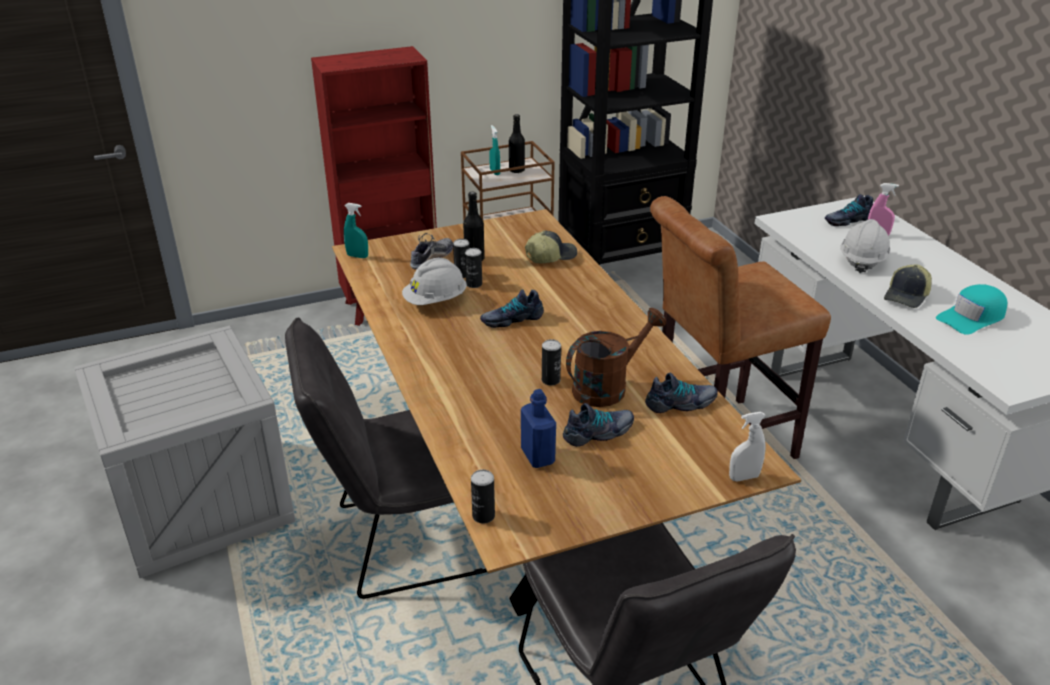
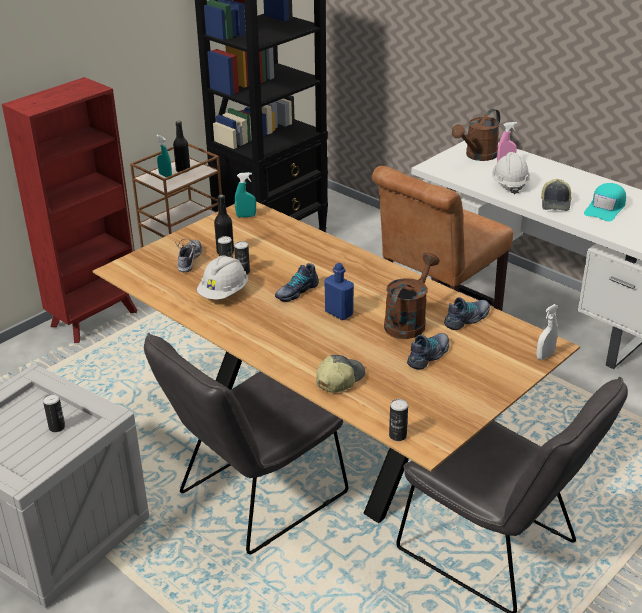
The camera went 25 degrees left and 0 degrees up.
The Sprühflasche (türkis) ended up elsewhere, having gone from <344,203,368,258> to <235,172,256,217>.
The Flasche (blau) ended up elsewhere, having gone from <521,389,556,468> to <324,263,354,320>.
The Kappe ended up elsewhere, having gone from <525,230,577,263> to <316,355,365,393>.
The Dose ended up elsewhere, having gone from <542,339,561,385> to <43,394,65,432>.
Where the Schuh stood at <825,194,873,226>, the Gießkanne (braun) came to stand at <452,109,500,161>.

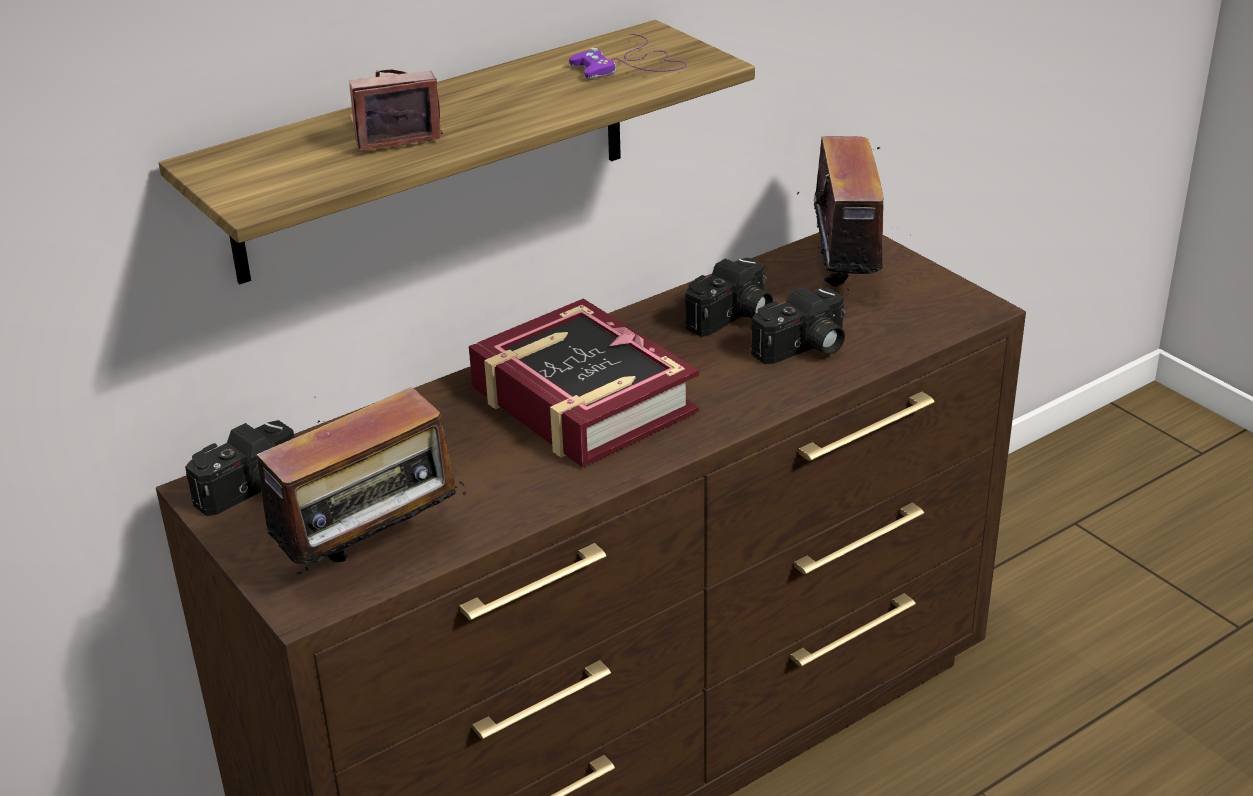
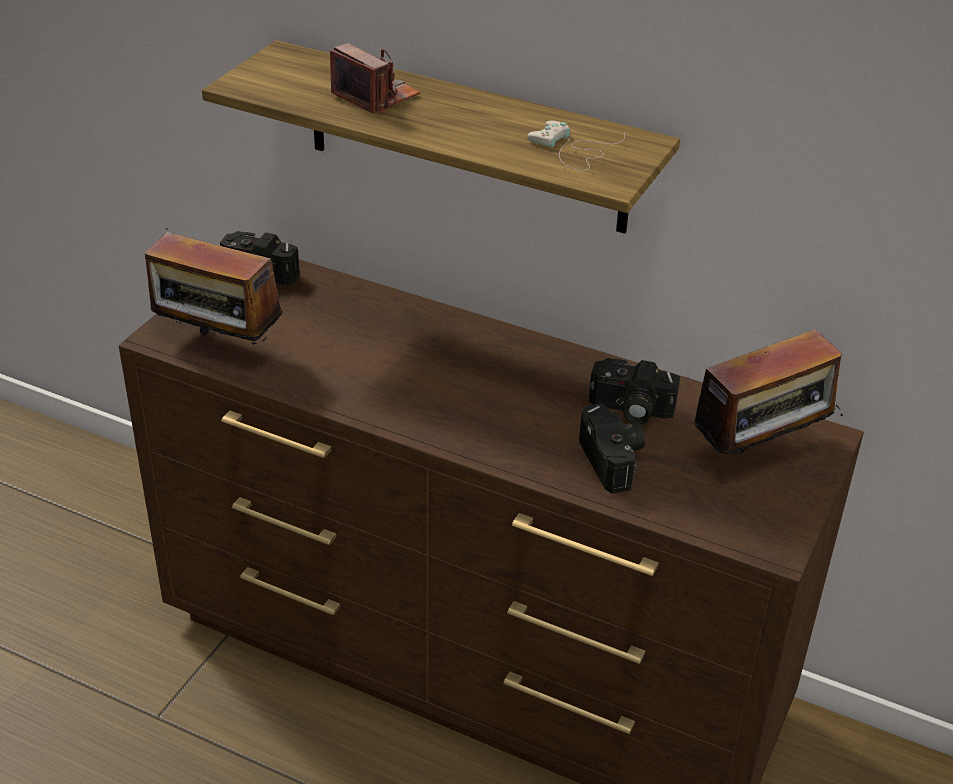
The camera went 60 degrees right and 5 degrees up.
The second view lost the Buch at <469,299,699,467>.
What was the Gamepad (lila) at <569,34,687,79> turned into the Gamepad (weiß) at <528,121,625,171>.
The Kamera at <751,287,845,364> ended up facing another way, 135 degrees counterclockwise from before.

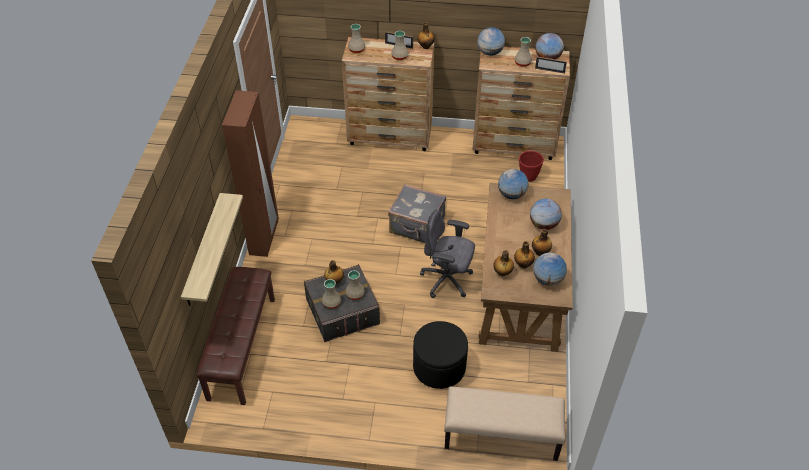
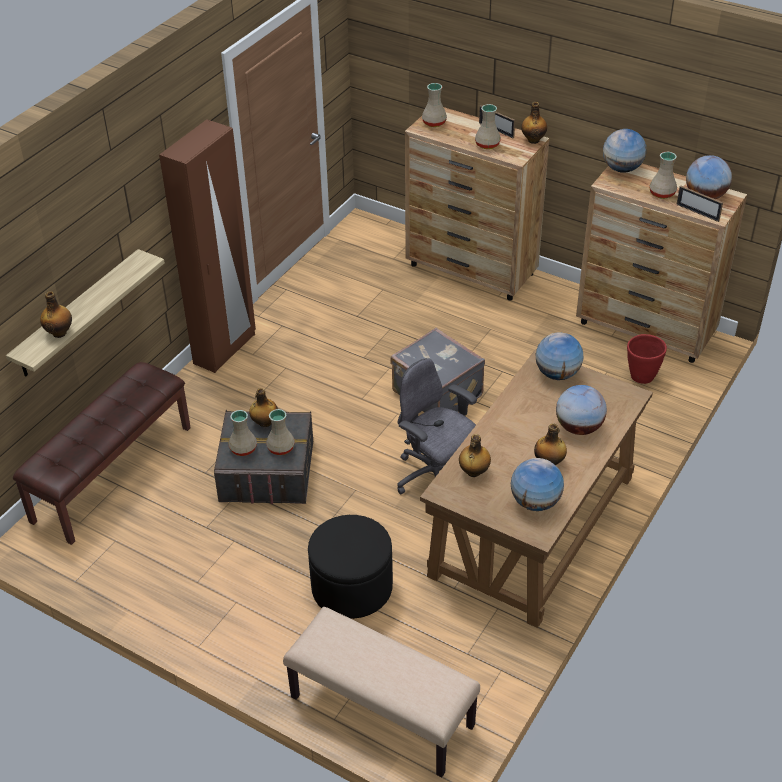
The camera went 25 degrees right and 5 degrees down.
The Flasche ended up elsewhere, having gone from <514,241,535,268> to <40,291,72,338>.

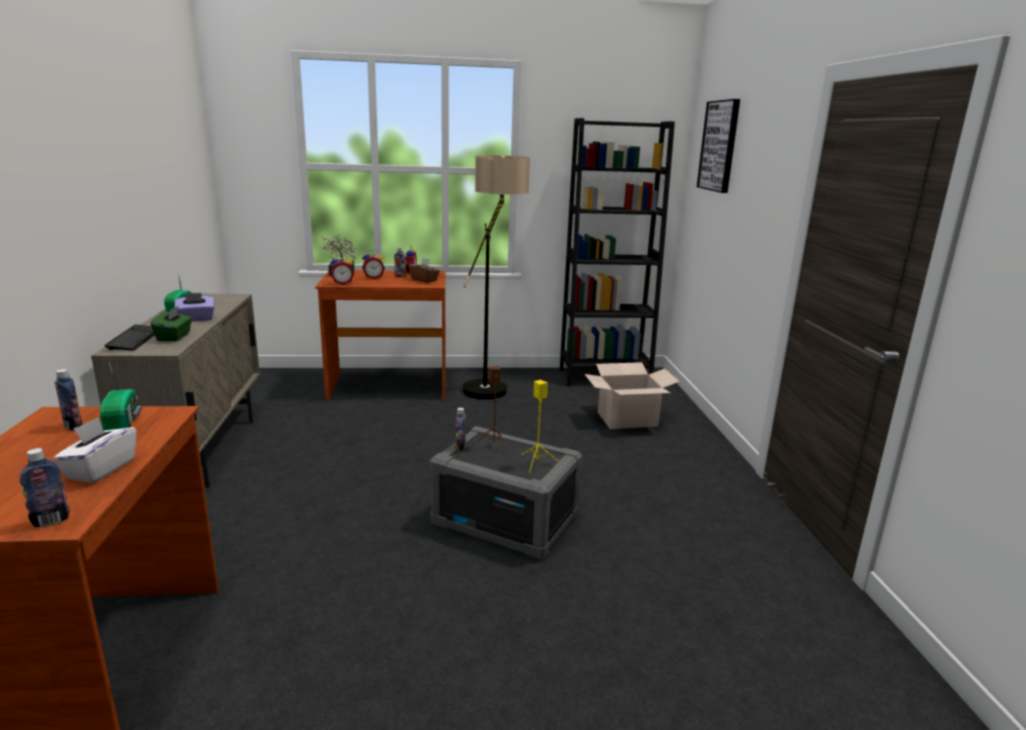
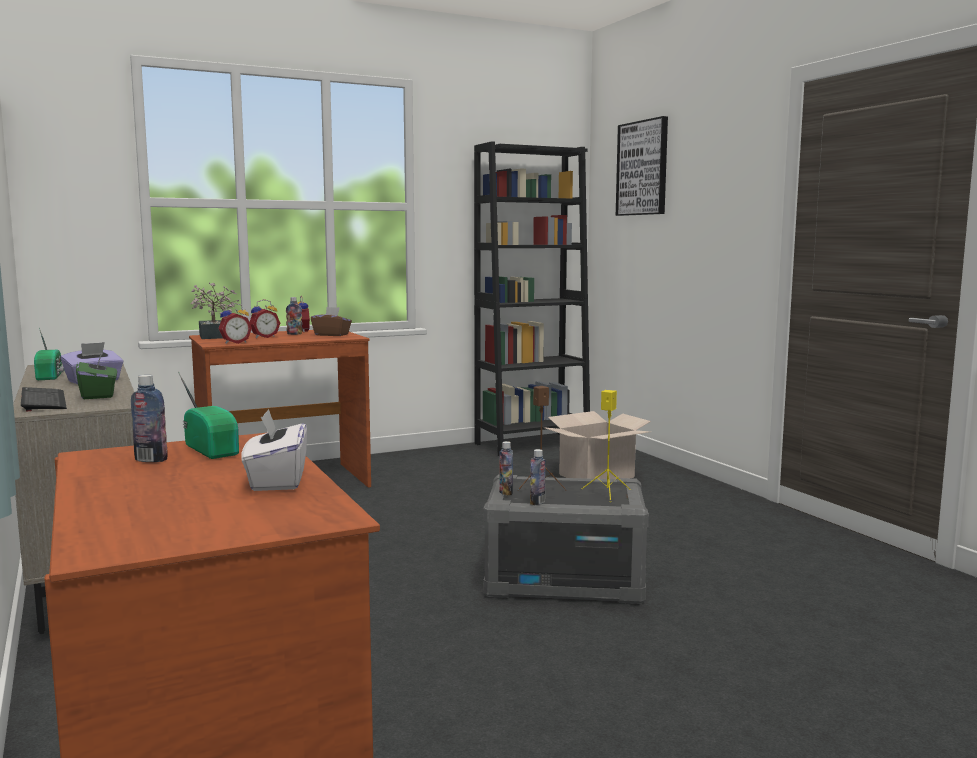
The camera went 20 degrees left and 10 degrees down.
The second view lost the Stehlampe at <463,155,530,399>.
The Flasche ended up elsewhere, having gone from <20,448,70,527> to <530,449,546,505>.

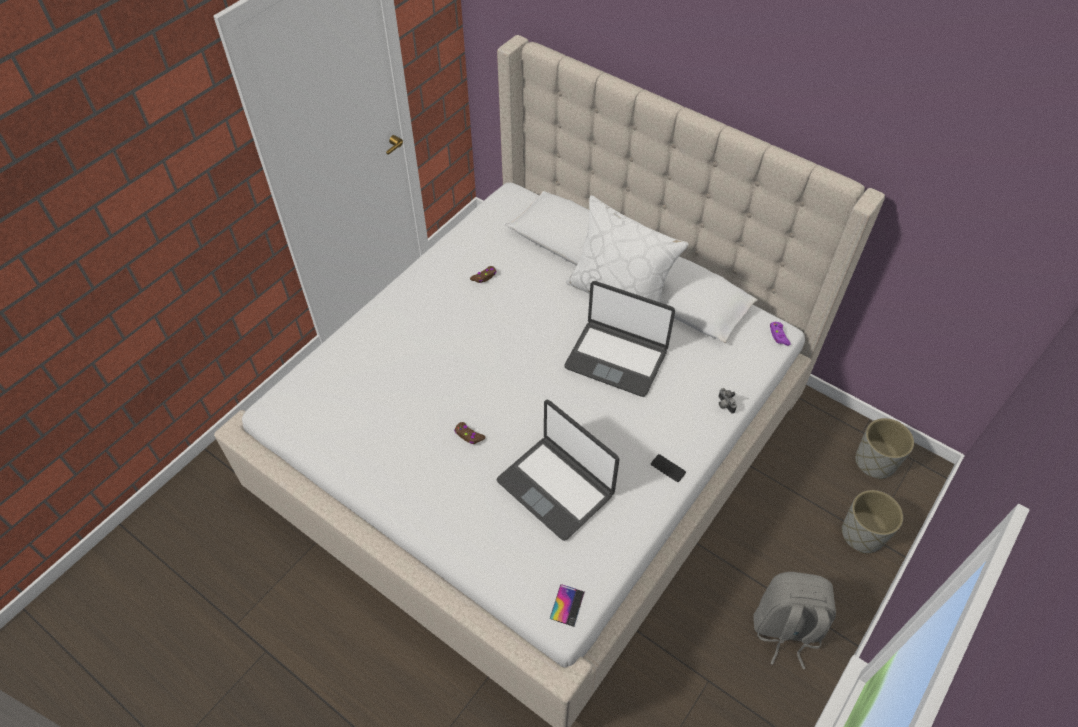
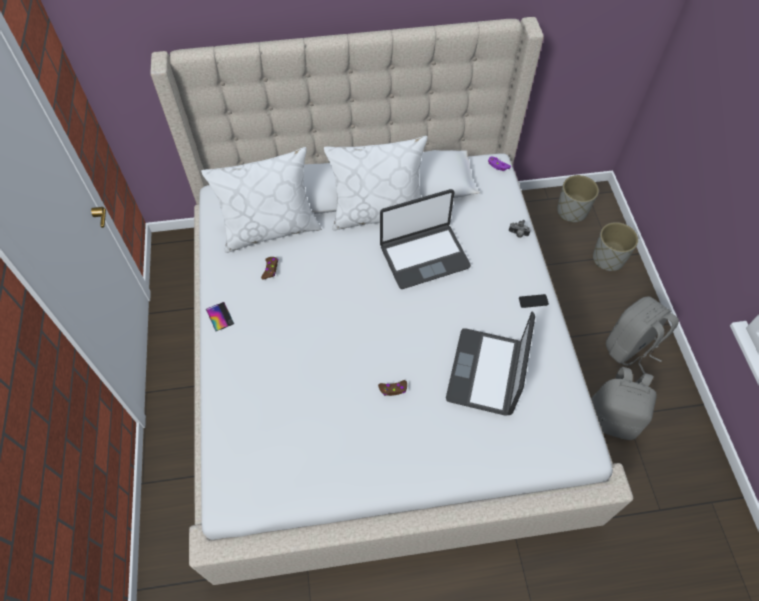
The camera went 45 degrees left and 5 degrees up.
The second view gained the Kissen (weiß) at <201,147,321,253>.
The second view gained the Rucksack (grau) at <591,367,657,440>.
The Handy ended up elsewhere, having gone from <550,584,585,627> to <206,302,234,331>.
The Laptop at <497,400,620,541> ended up facing another way, 105 degrees clockwise from before.

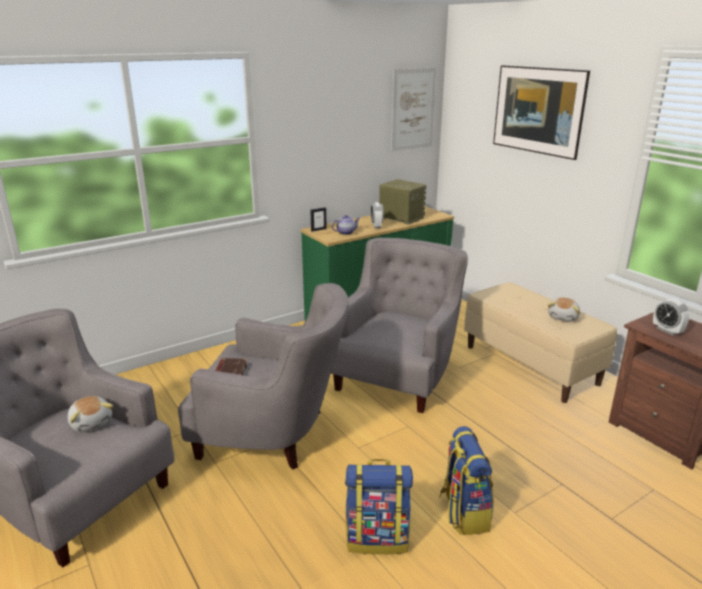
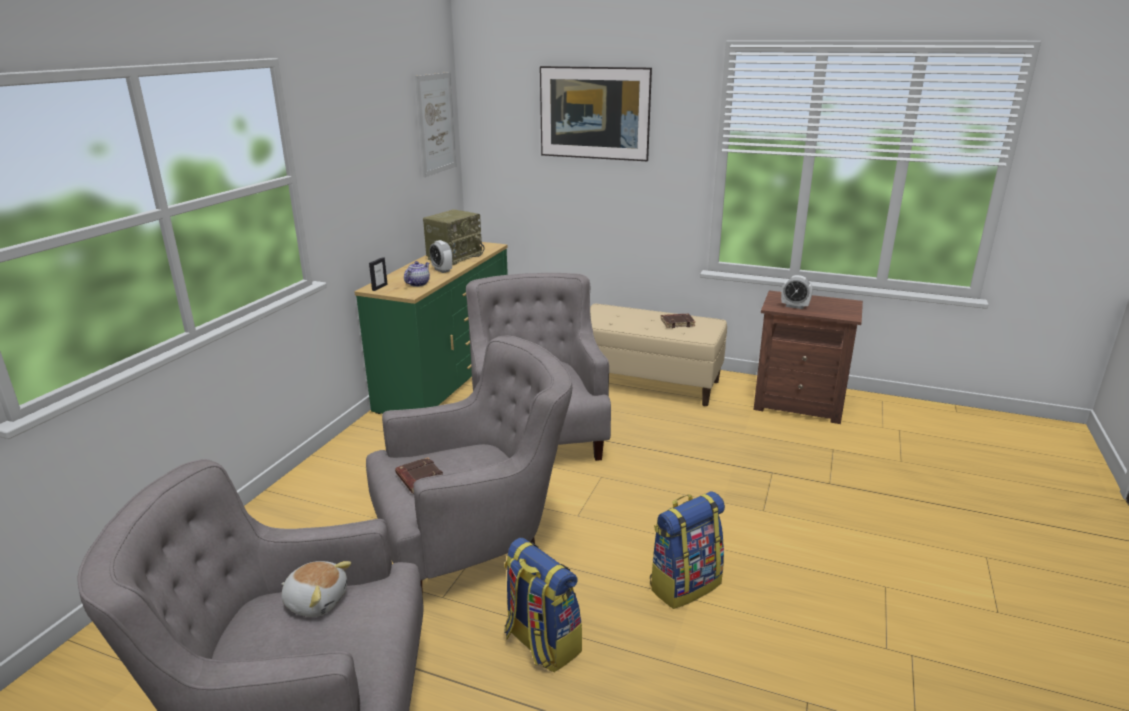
The camera went 35 degrees left and 0 degrees up.
The Rucksack ended up elsewhere, having gone from <439,426,494,535> to <504,538,582,673>.
Where the Plüschtier stood at <548,297,580,322>, the Buch (braun) came to stand at <661,314,695,328>.
The Radio at <379,179,426,225> ended up facing another way, 120 degrees clockwise from before.

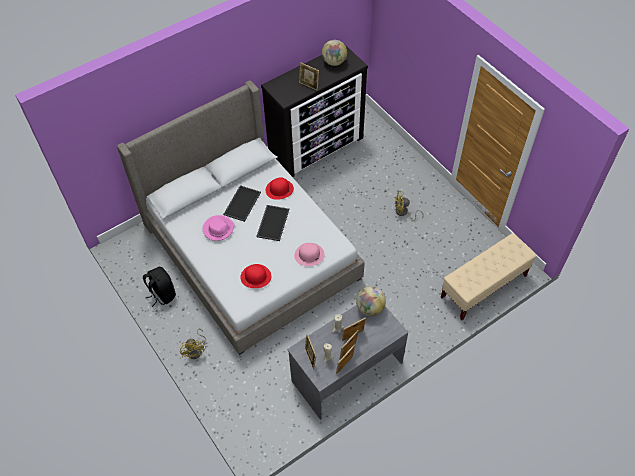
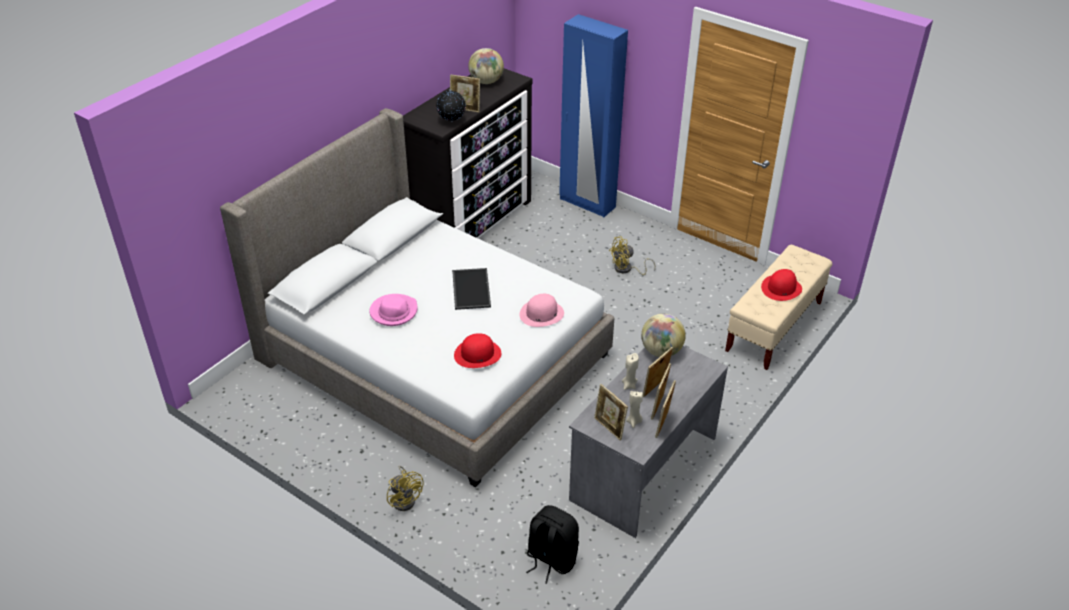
The camera went 20 degrees left and 15 degrees down.
The second view lost the Tablett at <223,185,261,222>.
The second view gained the Globus at <436,89,466,122>.
The second view gained the Kleiderschrank (blau) at <559,14,628,217>.
The Rucksack (schwarz) ended up elsewhere, having gone from <143,267,176,307> to <526,505,579,584>.
The Hut (rot) ended up elsewhere, having gone from <266,178,294,200> to <761,269,802,301>.

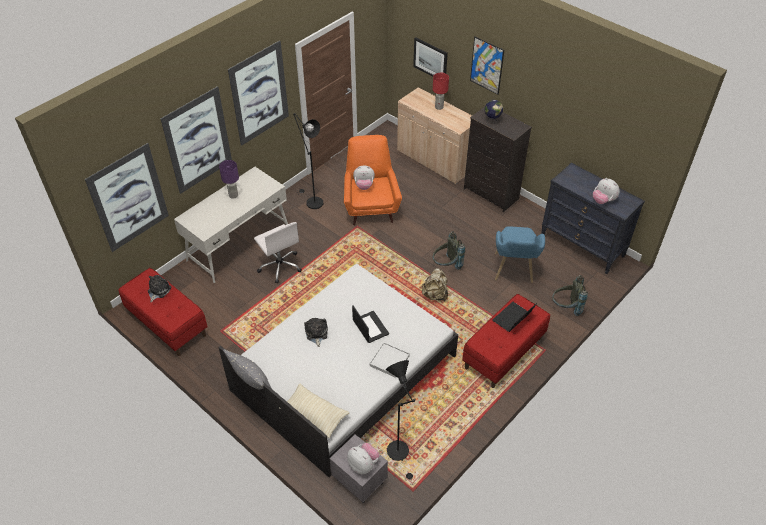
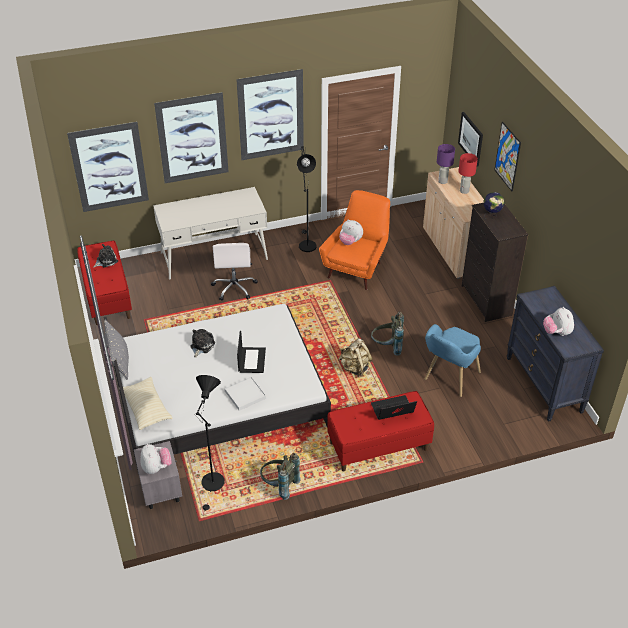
The camera went 30 degrees right and 5 degrees down.
The Tischlampe (lila) ended up elsewhere, having gone from <219,160,239,199> to <437,144,455,184>.
The Rucksack (grau) ended up elsewhere, having gone from <552,275,588,316> to <260,453,301,500>.

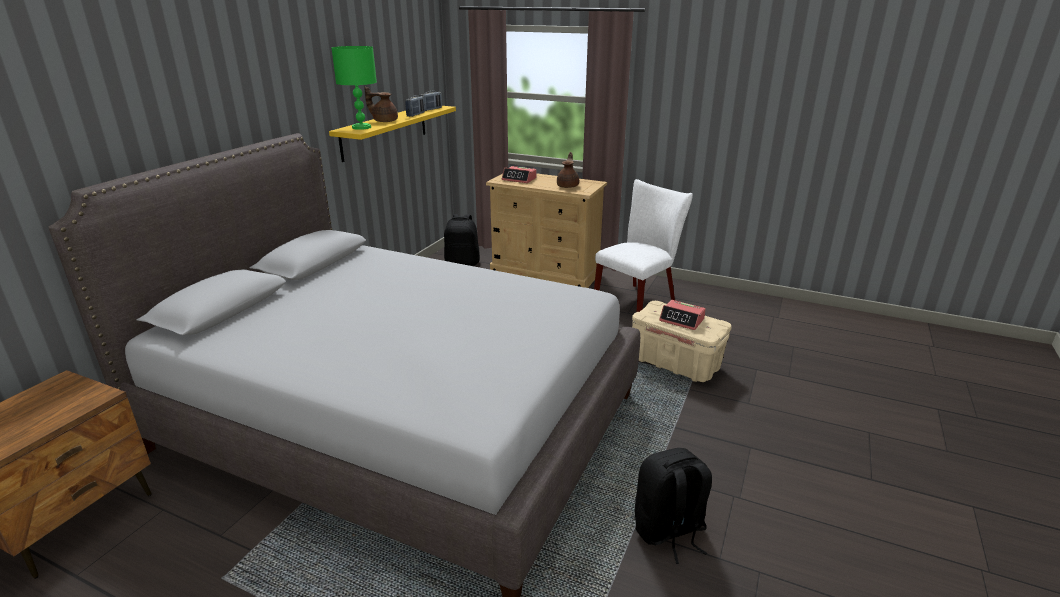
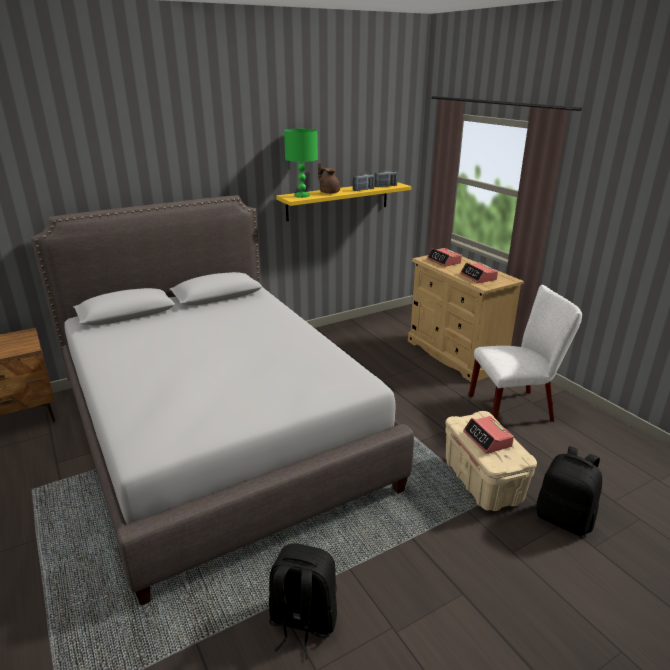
The camera went 35 degrees right and 0 degrees up.
The Rucksack (schwarz) ended up elsewhere, having gone from <444,214,480,266> to <536,446,602,536>.
Where the Teekanne (braun) stood at <557,152,579,188>, the Wecker came to stand at <460,263,498,283>.

